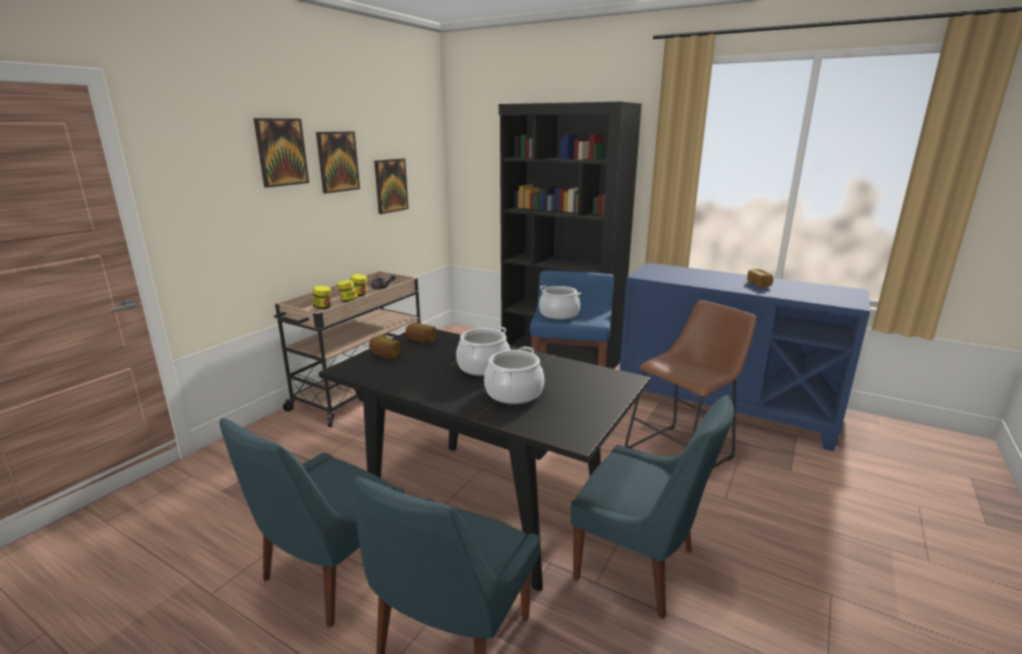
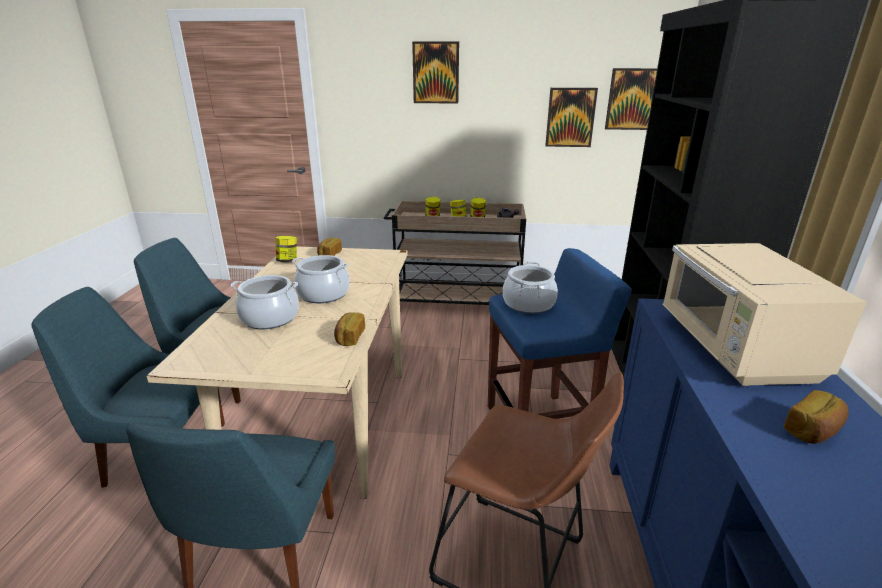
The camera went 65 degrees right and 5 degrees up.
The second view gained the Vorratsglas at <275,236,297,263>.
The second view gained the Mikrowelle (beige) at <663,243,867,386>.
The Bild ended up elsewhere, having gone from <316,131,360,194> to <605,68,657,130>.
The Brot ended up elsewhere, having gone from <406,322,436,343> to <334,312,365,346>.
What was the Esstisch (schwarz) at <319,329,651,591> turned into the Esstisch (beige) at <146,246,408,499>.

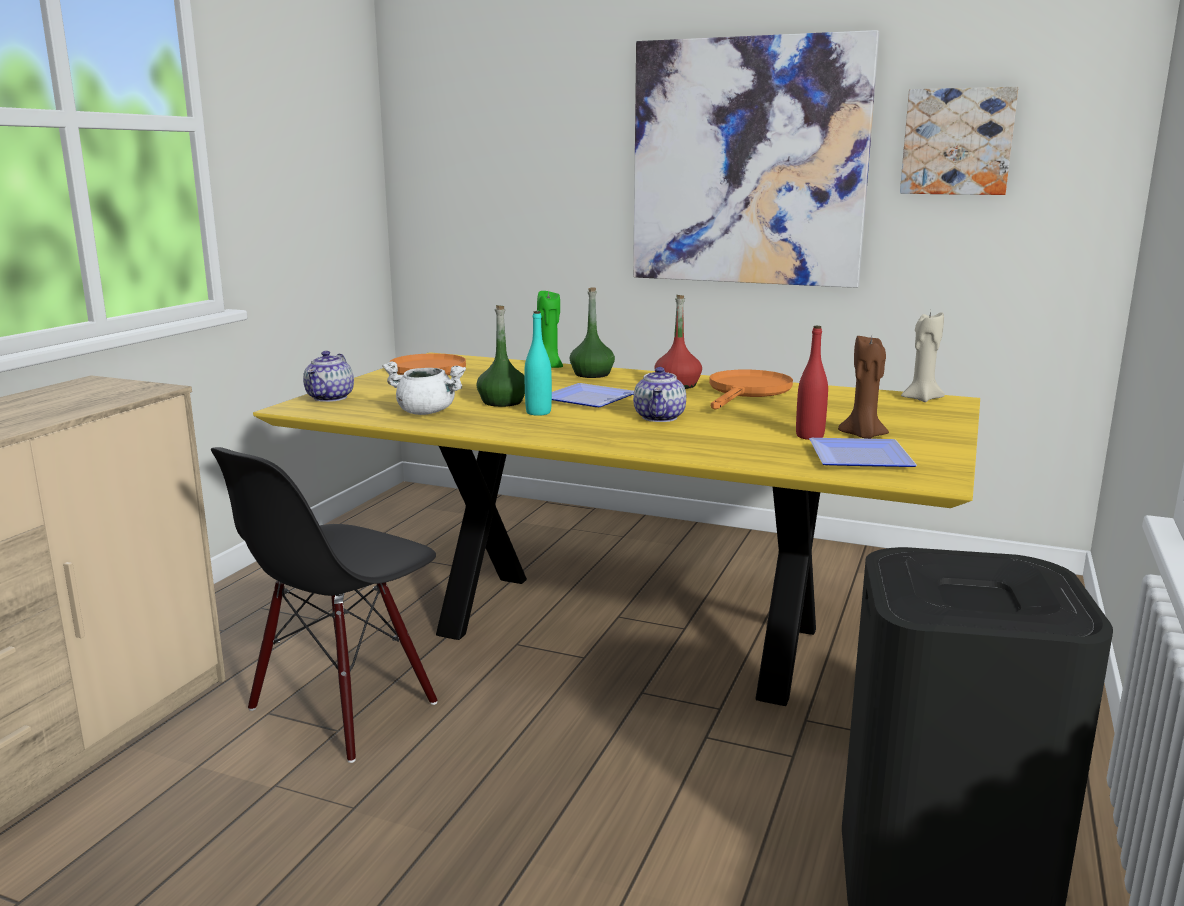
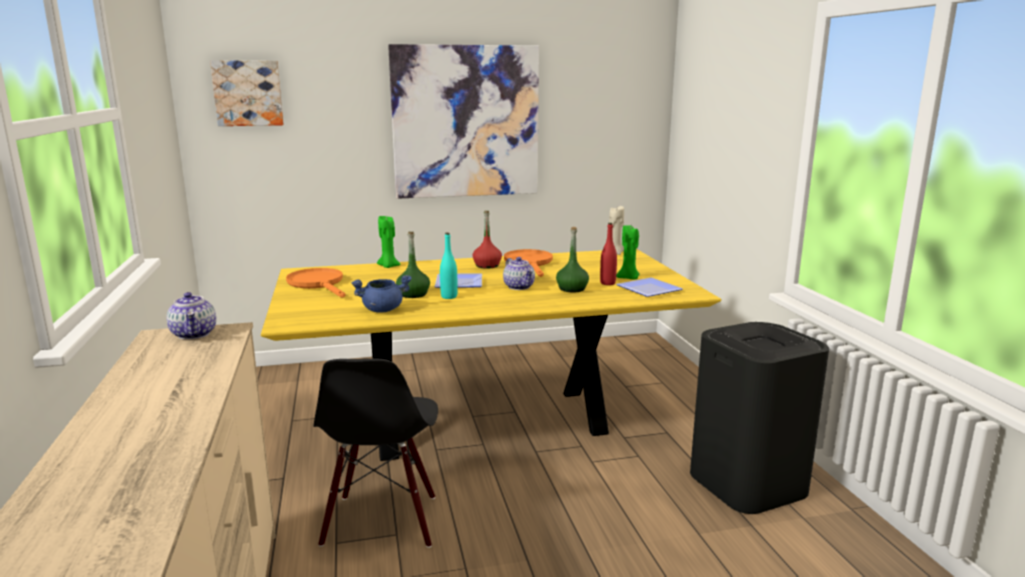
The camera went 35 degrees left and 0 degrees up.
The Teekanne ended up elsewhere, having gone from <303,351,354,402> to <166,292,216,340>.
The Flasche (grün) ended up elsewhere, having gone from <570,287,615,378> to <556,227,589,293>.
The Bild ended up elsewhere, having gone from <900,87,1018,195> to <210,60,284,126>.
What was the Kochtopf (weiß) at <382,361,466,415> turned into the Kochtopf (blau) at <351,275,412,313>.
What was the Kerze (braun) at <838,336,889,439> turned into the Kerze (grün) at <616,225,640,280>.

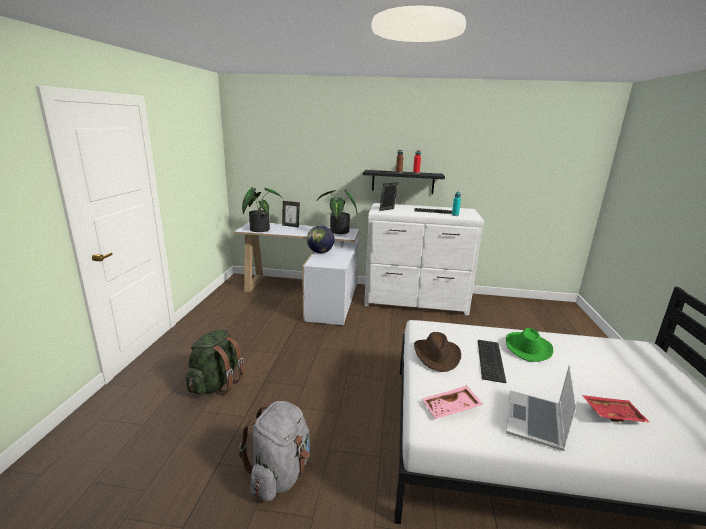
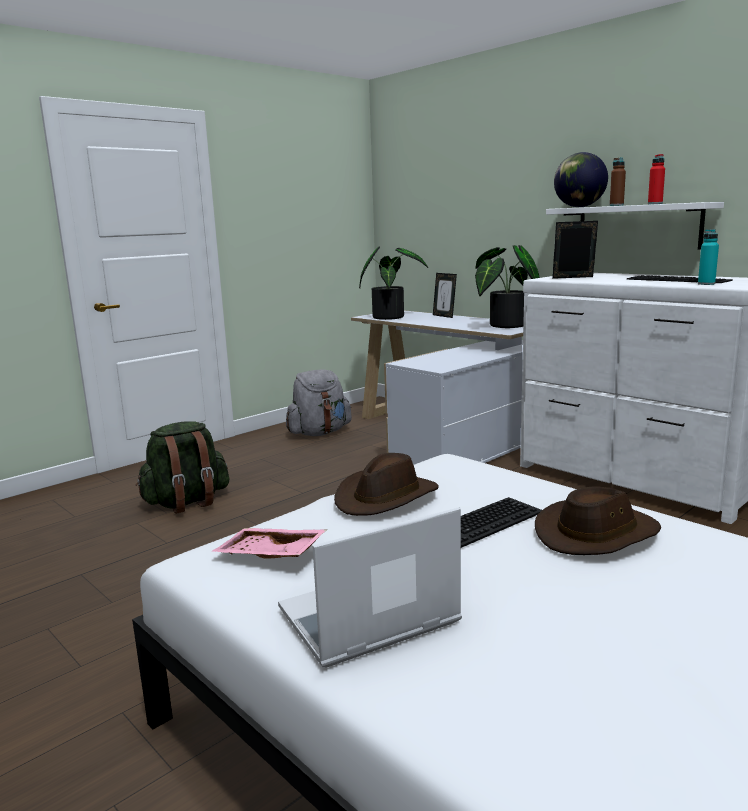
The camera went 40 degrees right and 5 degrees down.
The second view lost the Tablett (rot) at <582,395,650,423>.
The Rucksack (grau) ended up elsewhere, having gone from <239,401,310,501> to <286,369,352,436>.
The Globus ended up elsewhere, having gone from <307,226,335,253> to <554,152,608,207>.
What was the Wandregal (schwarz) at <363,170,445,194> turned into the Wandregal (weiß) at <546,202,724,250>.
What was the Hut (grün) at <506,328,553,362> turned into the Hut (braun) at <535,486,661,555>.

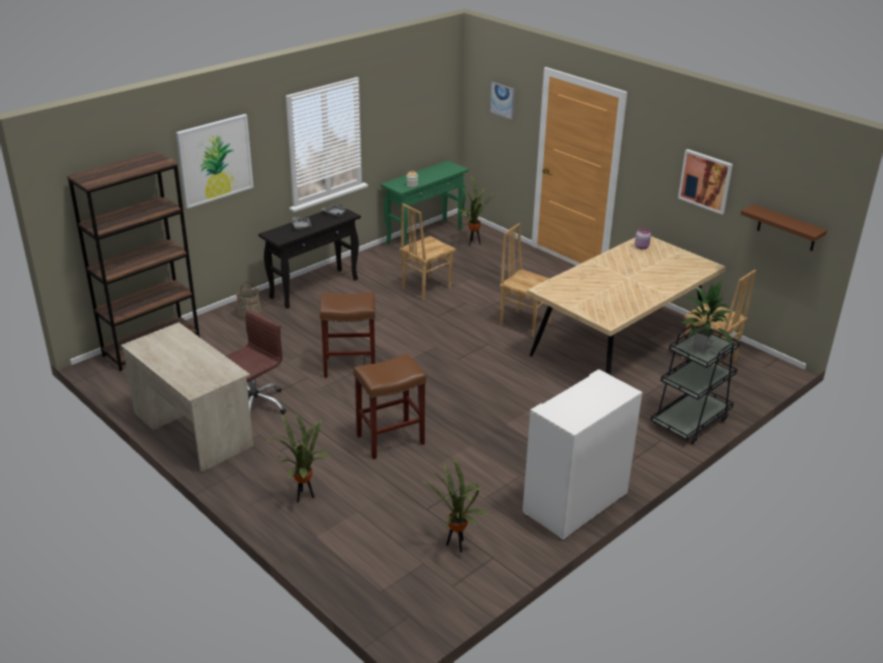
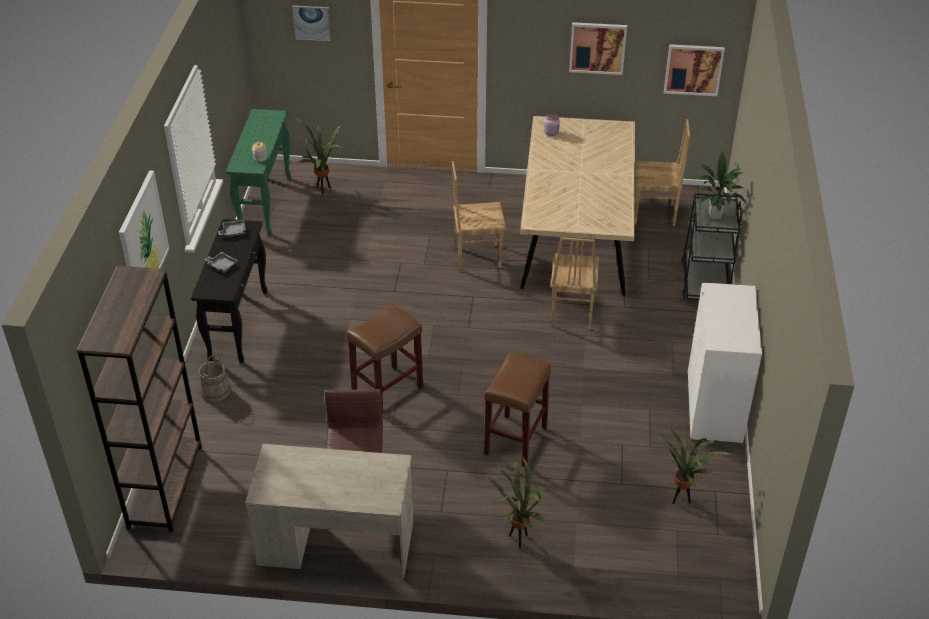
The camera went 40 degrees left and 10 degrees up.
The Stuhl (braun) ended up elsewhere, having gone from <400,203,456,301> to <551,237,599,329>.
Where the Wandregal (braun) hung at <741,204,827,251>, the Bild came to hang at <664,44,725,96>.

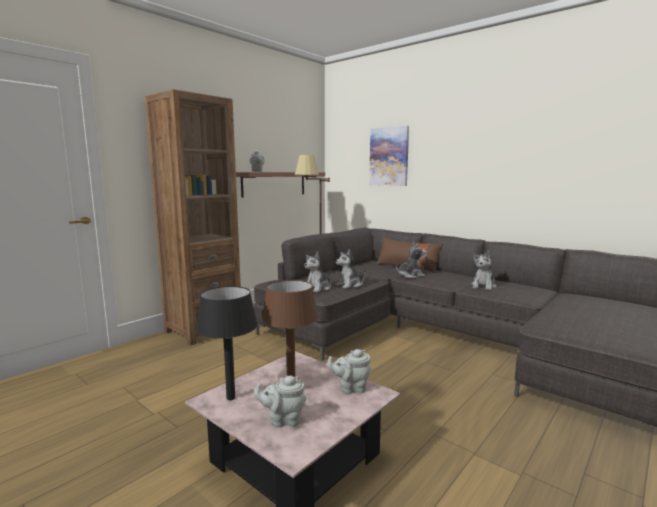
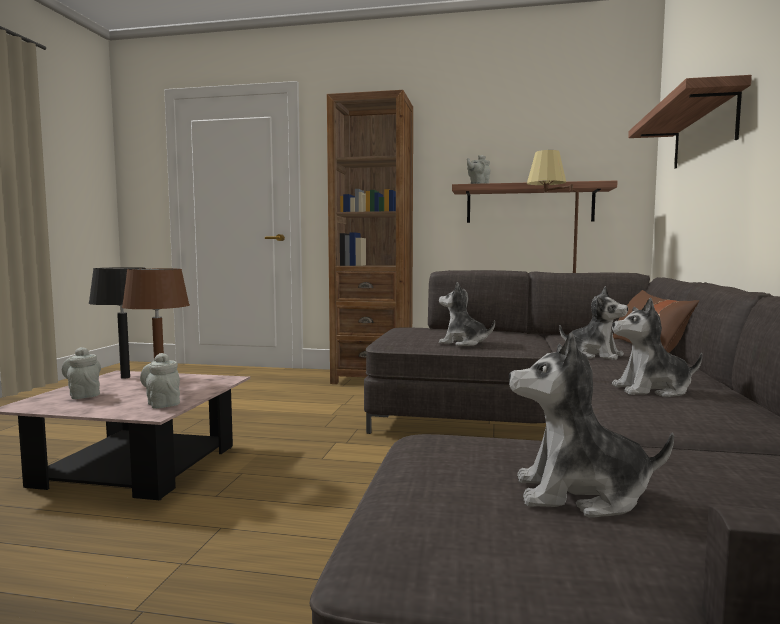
The camera went 60 degrees right and 5 degrees down.
The Plüschtier ended up elsewhere, having gone from <304,251,331,293> to <509,332,674,518>.
Where the Bild hung at <369,126,409,186>, the Wandregal came to hang at <628,75,752,169>.

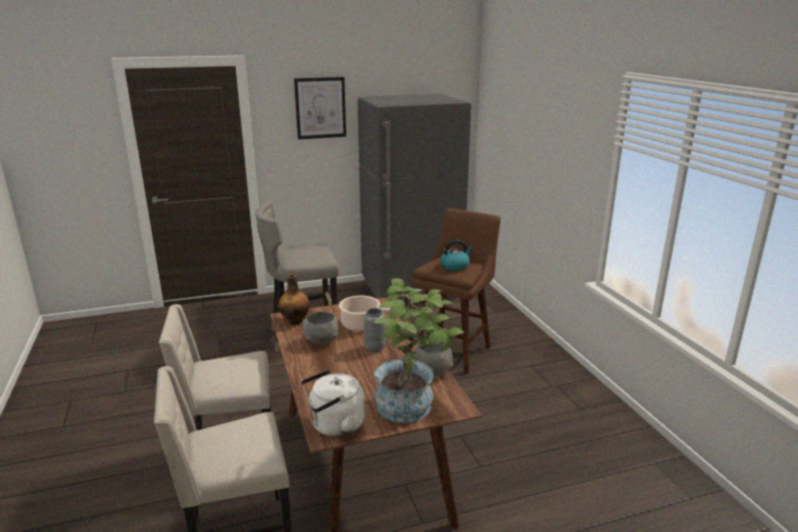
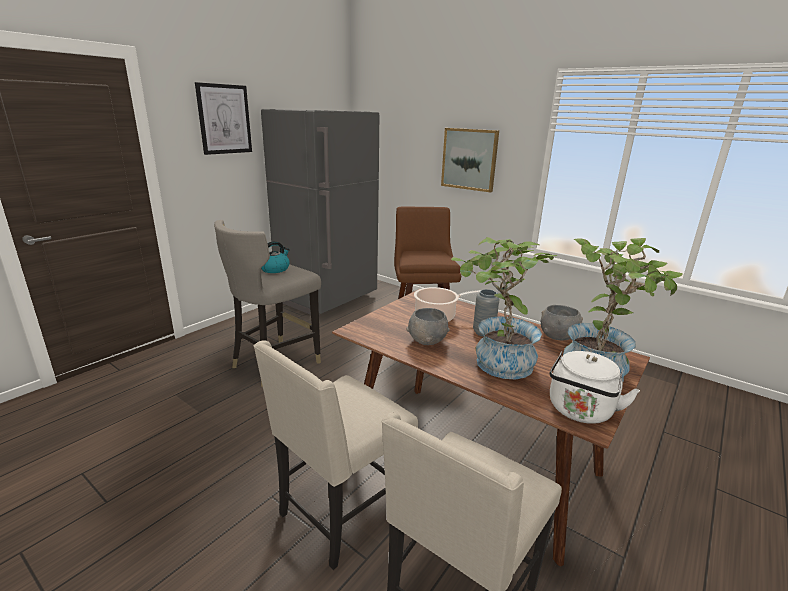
The camera went 35 degrees left and 0 degrees up.
The second view lost the Flasche at <278,274,310,325>.
The second view gained the Bild at <441,128,499,193>.
The second view gained the Topfpflanze at <451,237,557,379>.
The Wasserkessel ended up elsewhere, having gone from <440,240,473,271> to <261,241,290,273>.

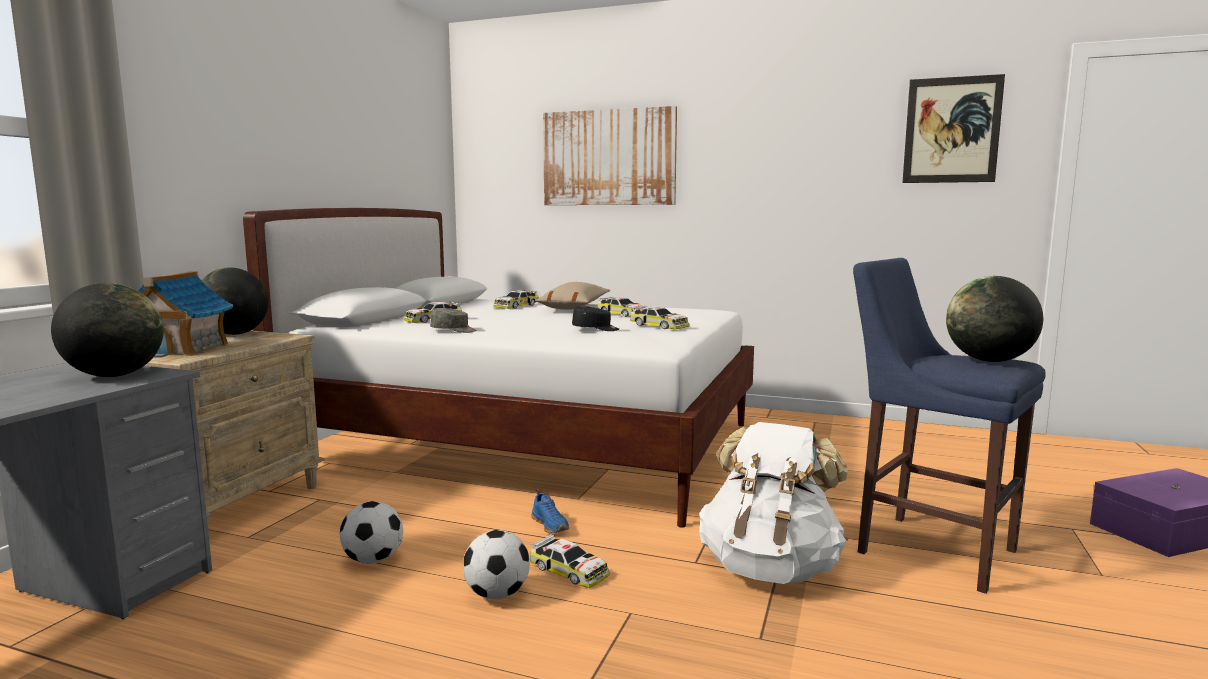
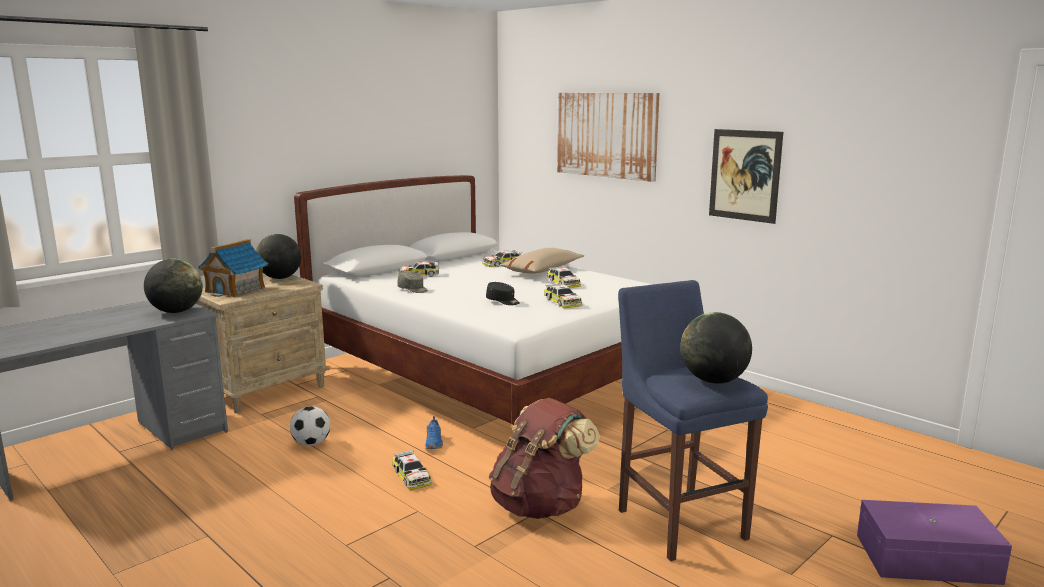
The camera went 25 degrees right and 5 degrees up.
The second view lost the Fußball at <463,530,530,599>.
The Bild ended up elsewhere, having gone from <902,74,1005,183> to <709,129,783,224>.
What was the Rucksack (weiß) at <699,422,848,584> turned into the Rucksack (braun) at <489,398,600,519>.

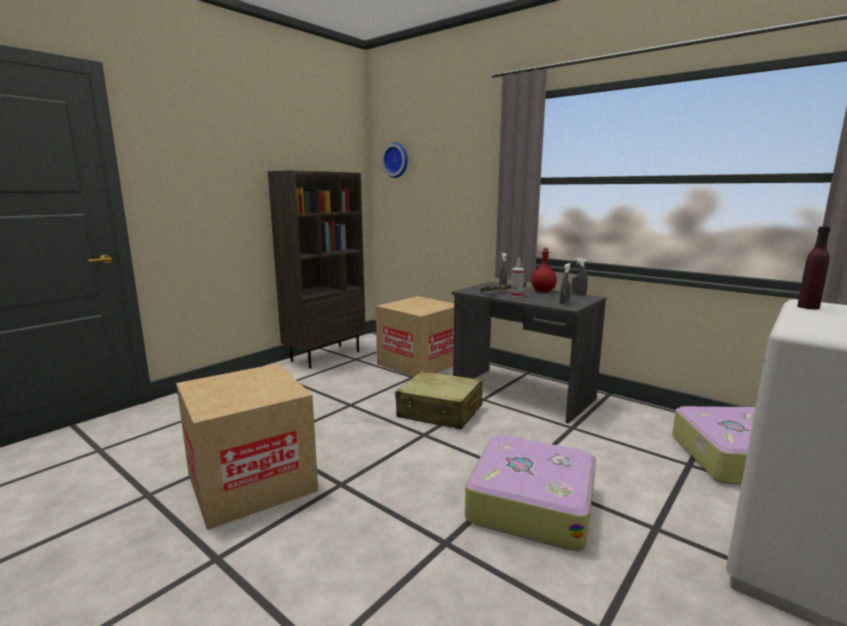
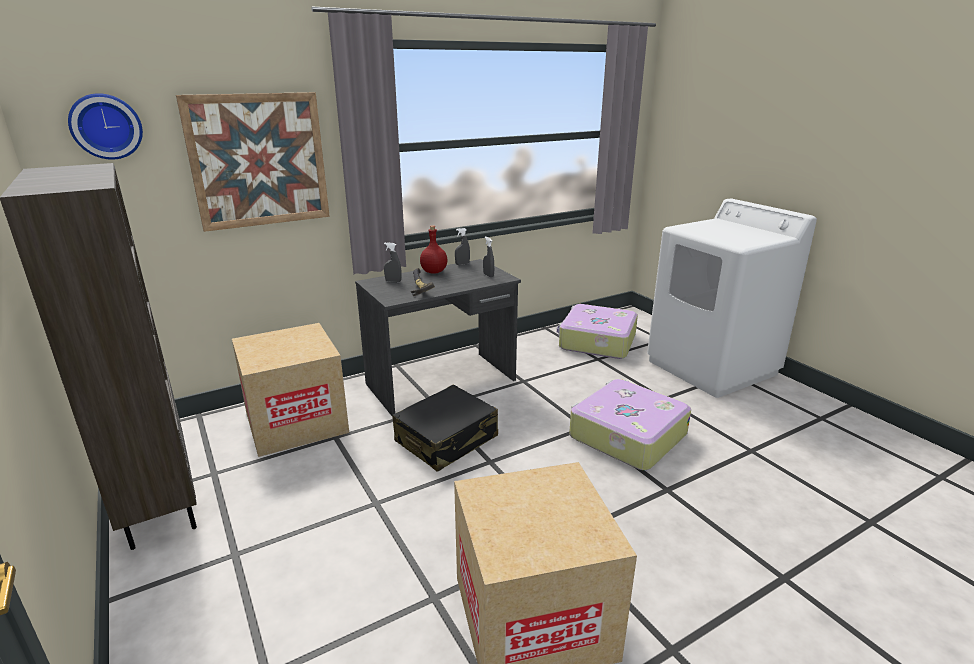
The camera went 70 degrees left and 10 degrees up.
The second view lost the Sprühflasche at <511,258,524,297>.
The second view lost the Flasche (lila) at <797,226,831,309>.
The second view gained the Bild at <176,92,330,232>.
What was the Koffer (beige) at <395,371,483,429> turned into the Koffer (schwarz) at <392,385,498,472>.

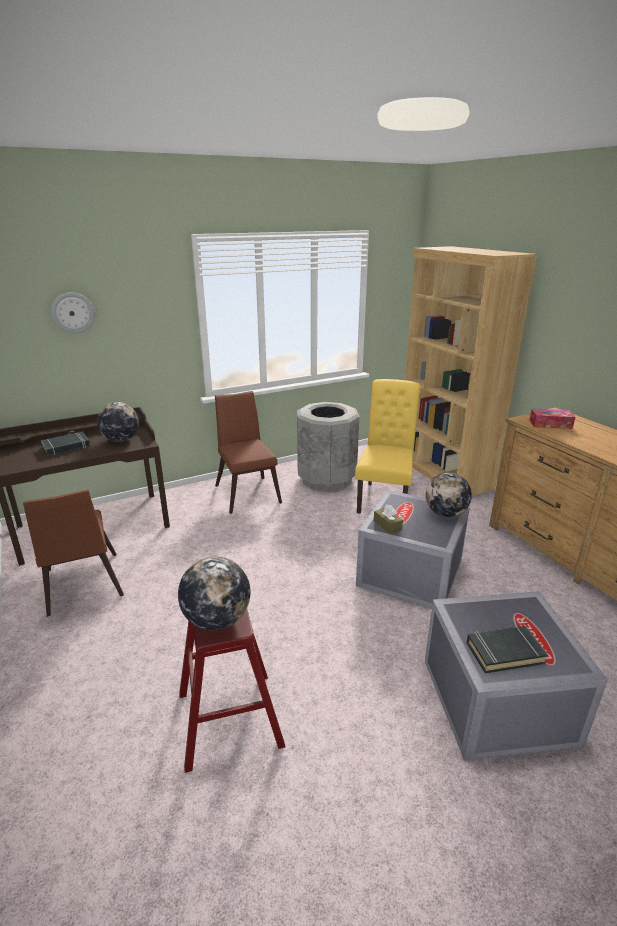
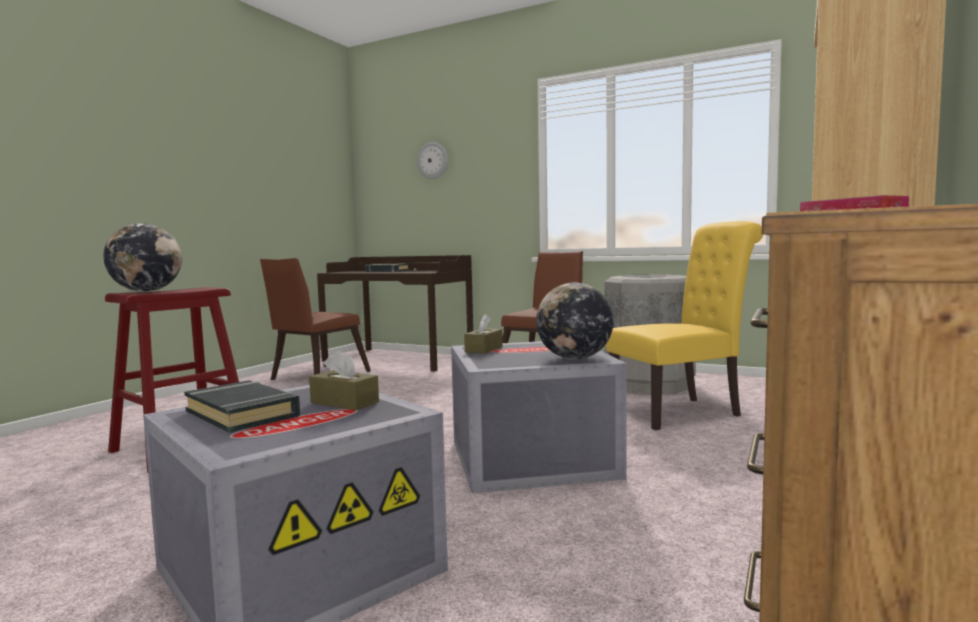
The camera went 55 degrees right and 20 degrees down.
The second view lost the Globus at <97,402,139,442>.
The second view gained the Taschentuchbox (braun) at <309,350,379,410>.

